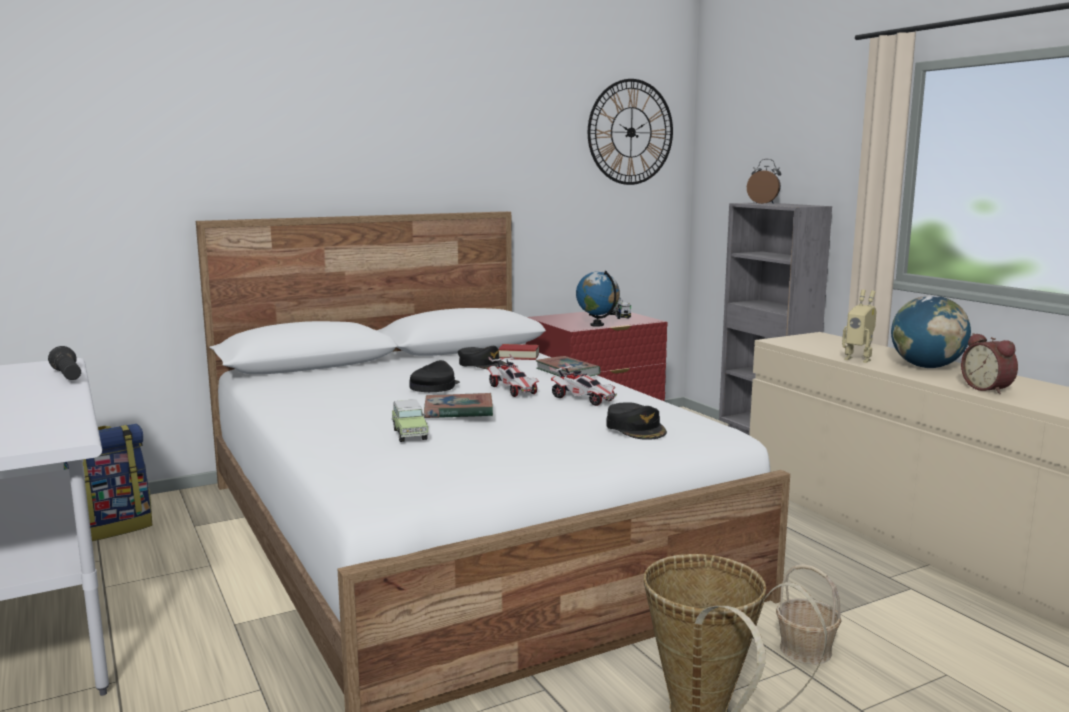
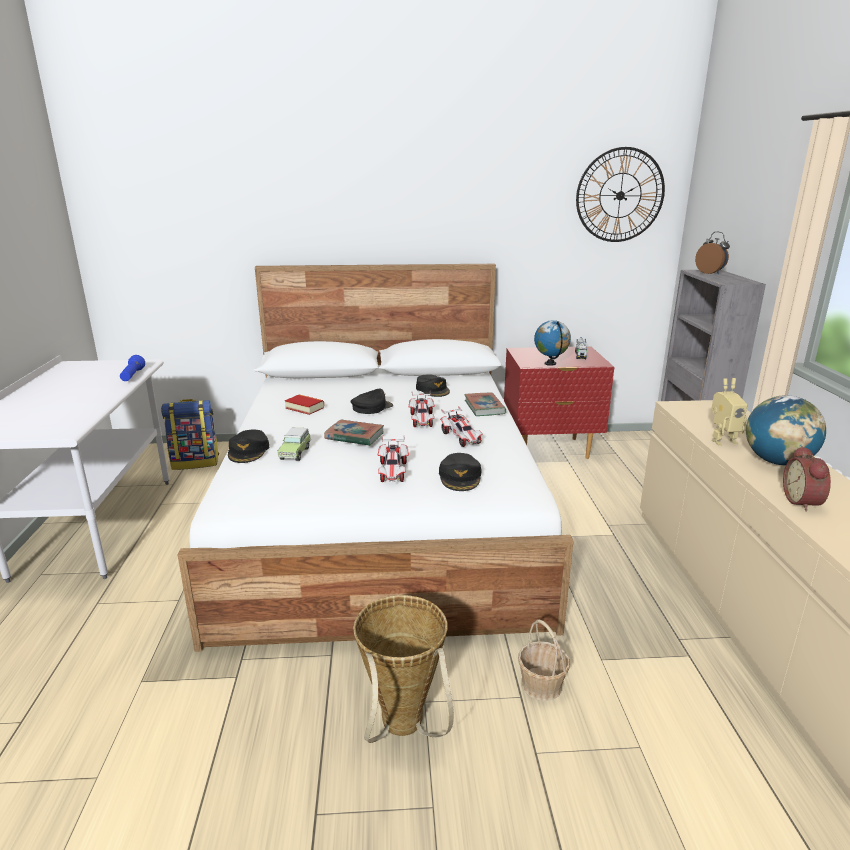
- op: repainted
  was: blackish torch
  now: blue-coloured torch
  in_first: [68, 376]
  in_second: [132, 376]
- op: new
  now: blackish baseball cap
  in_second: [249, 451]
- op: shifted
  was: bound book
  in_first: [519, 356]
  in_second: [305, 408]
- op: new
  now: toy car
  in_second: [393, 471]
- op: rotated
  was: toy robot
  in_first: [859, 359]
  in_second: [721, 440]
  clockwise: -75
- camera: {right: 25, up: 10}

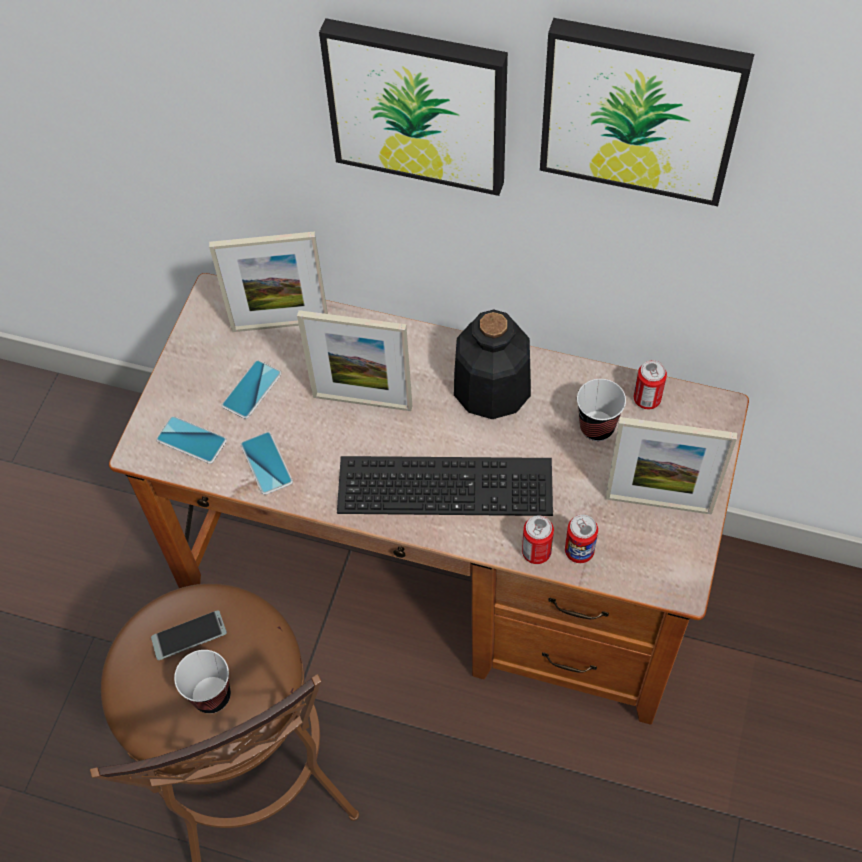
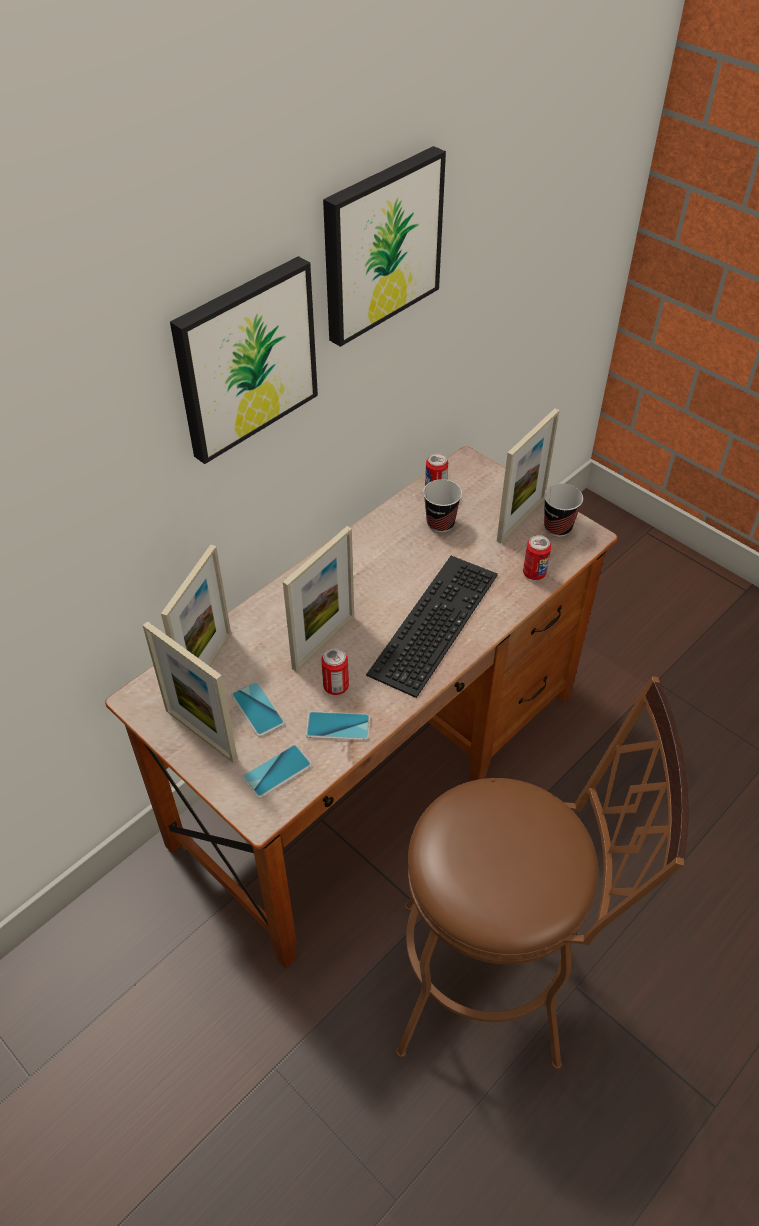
- op: new
  now: picture frame
  in_second: [201, 734]
- op: shifted
  was: metal can
  in_first: [536, 552]
  in_second: [336, 686]
- op: shifted
  was: small cup
  in_first: [211, 696]
  in_second: [557, 527]
- op: gone
  was: phone
  in_first: [190, 638]
- op: gone
  was: drink bottle
  in_first: [491, 387]
- camera: {right: -65, up: -10}

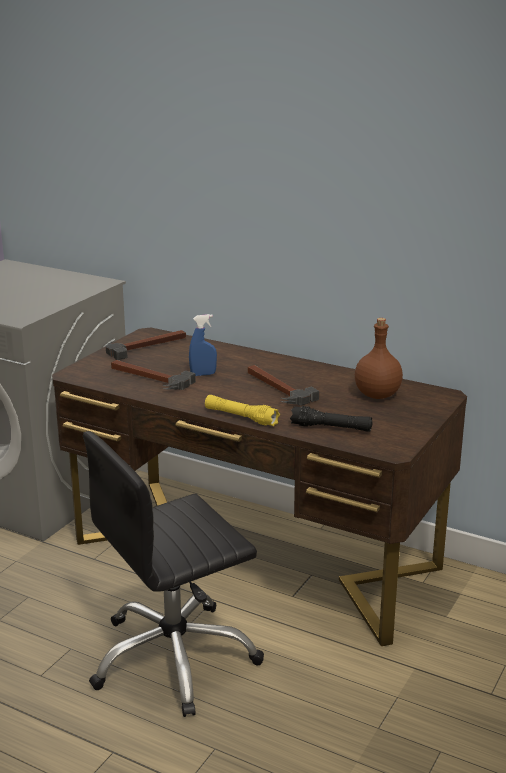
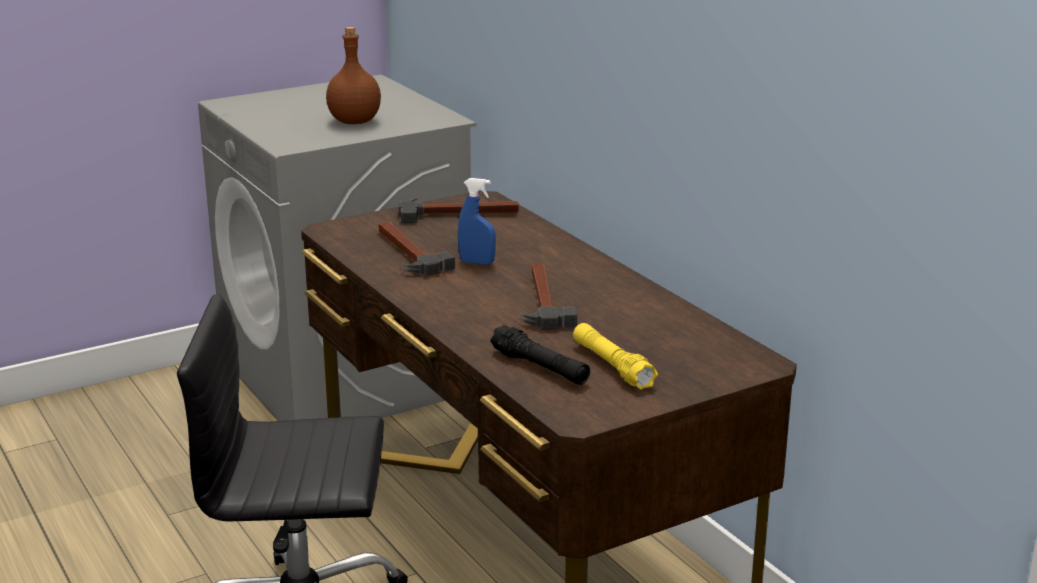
- op: shifted
  was: brown drink bottle
  in_first: [377, 395]
  in_second: [355, 121]
- op: shifted
  was: yellow torch
  in_first: [241, 417]
  in_second: [612, 366]
- camera: {right: 30, up: 0}

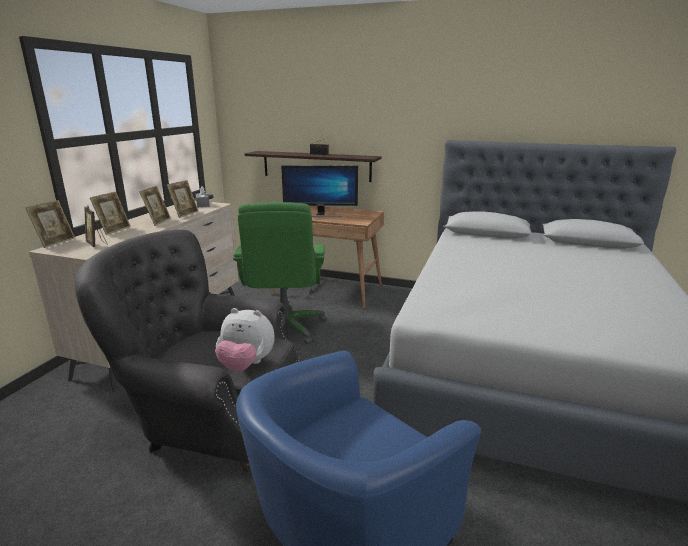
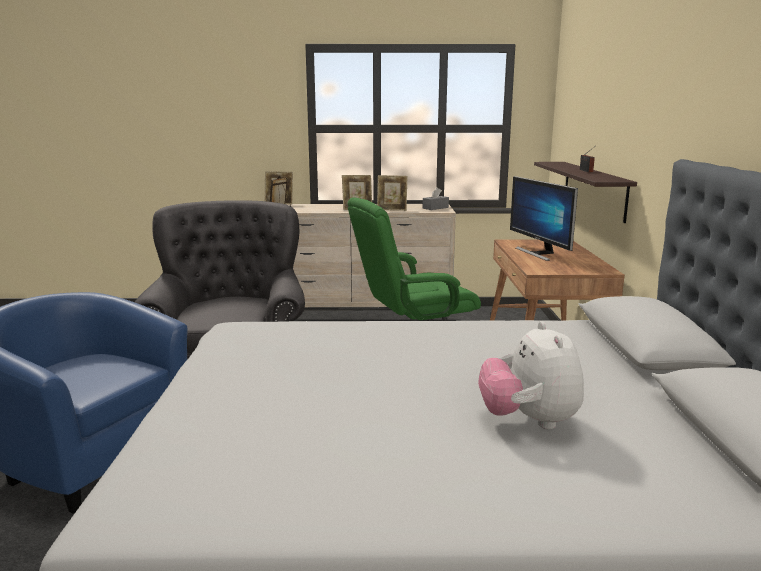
- op: shifted
  was: cuddly toy
  in_first: [246, 365]
  in_second: [529, 421]
- op: gone
  was: picture frame
  in_first: [114, 230]
- camera: {right: 70, up: -5}

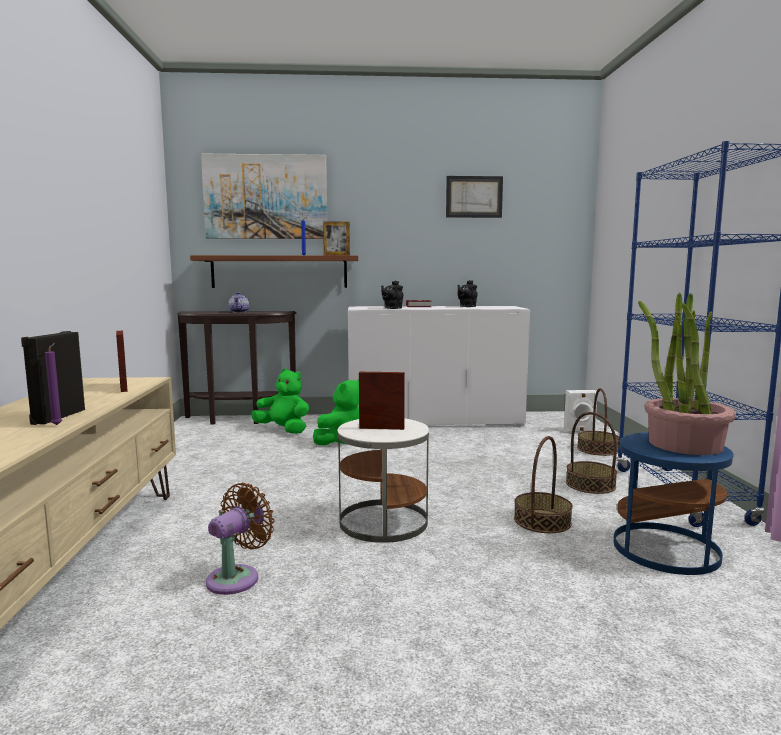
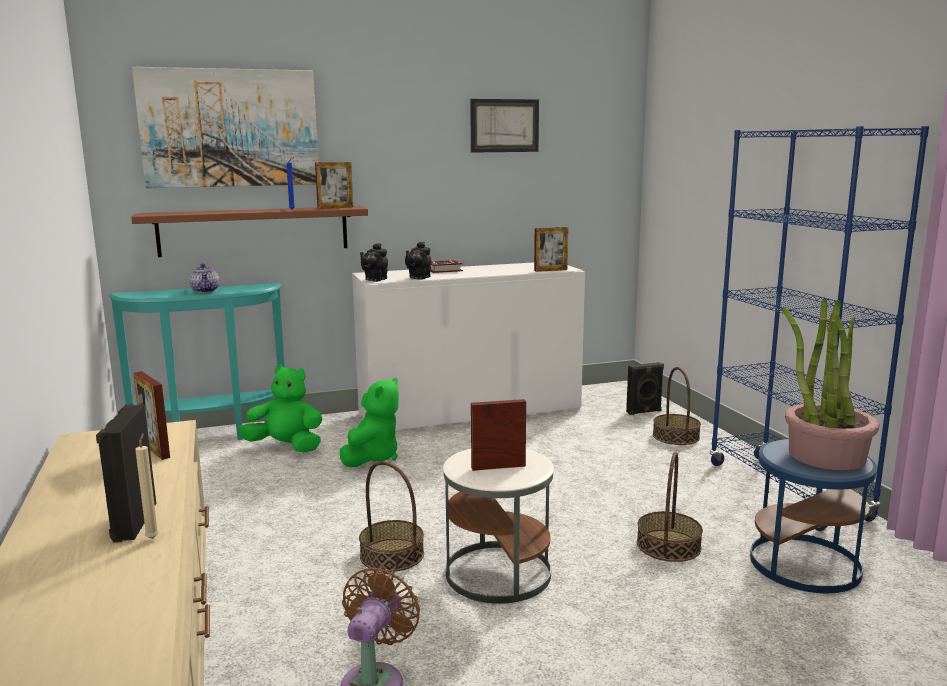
- op: repainted
  was: brown hall table
  now: turquoise hall table
  in_first: [238, 419]
  in_second: [211, 435]
- op: repainted
  was: purplish candle
  now: beige-coloured candle
  in_first: [58, 424]
  in_second: [153, 537]
- op: shifted
  was: storage basket
  in_first: [590, 485]
  in_second: [391, 555]
- op: shifted
  was: blackish teapot
  in_first: [467, 306]
  in_second: [374, 279]
- op: new
  now: picture frame
  in_second: [550, 270]
- op: repainted
  was: white-coloured speaker
  now: blackish speaker
  in_first: [579, 431]
  in_second: [644, 412]
- camera: {right: -15, up: 5}

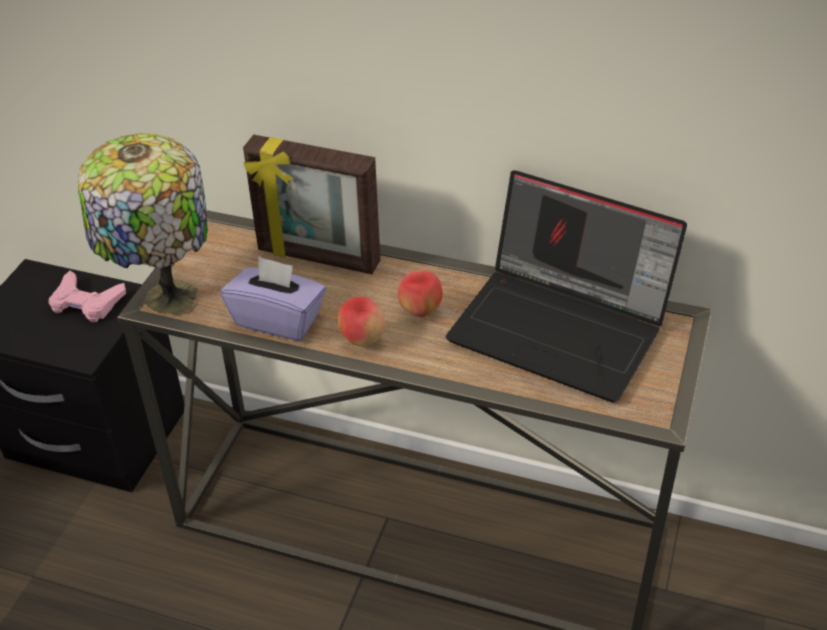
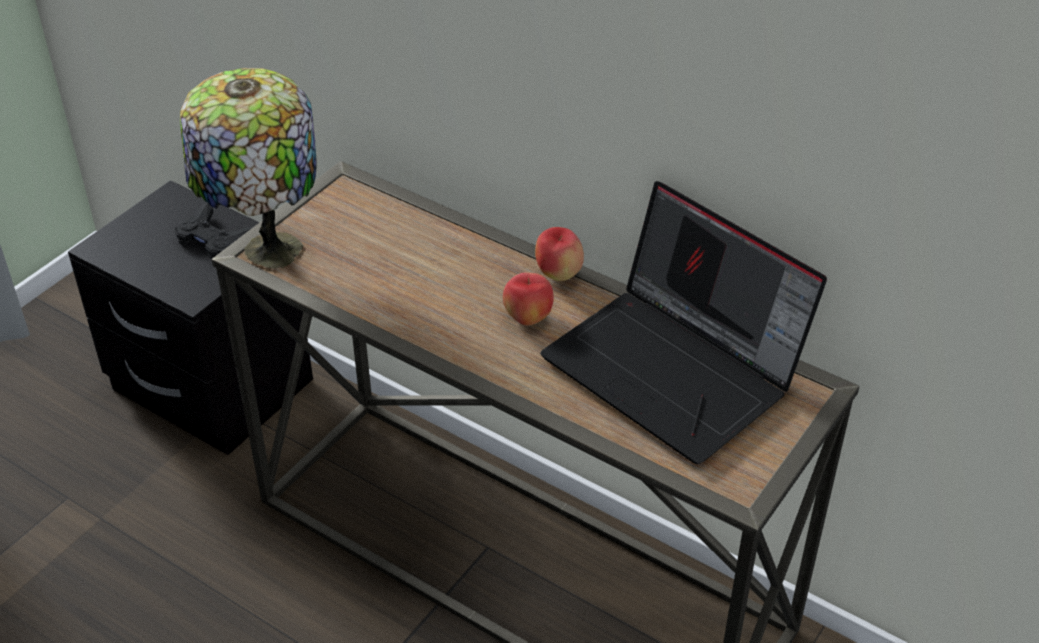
- op: repainted
  was: pink-coloured game controller
  now: blackish game controller
  in_first: [86, 302]
  in_second: [215, 239]
- op: shifted
  was: apple
  in_first: [362, 340]
  in_second: [558, 274]
- op: gone
  was: purplish tissue holder
  in_first: [278, 319]
- op: gone
  was: picture frame
  in_first: [318, 258]
- camera: {right: 15, up: 0}

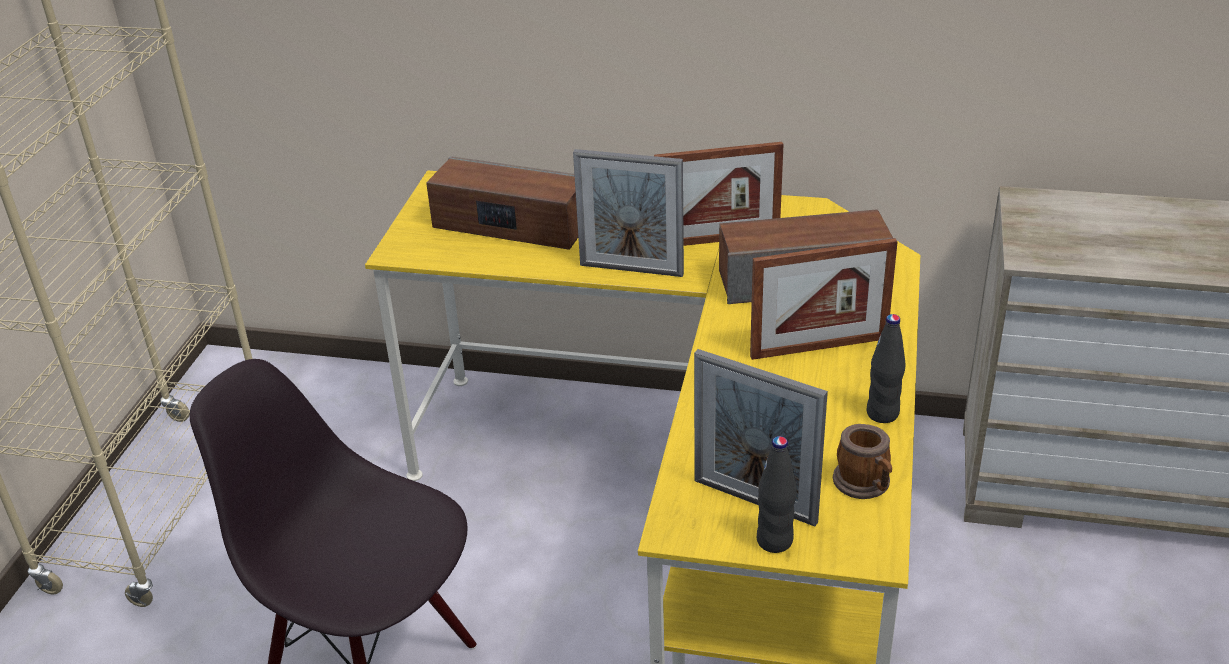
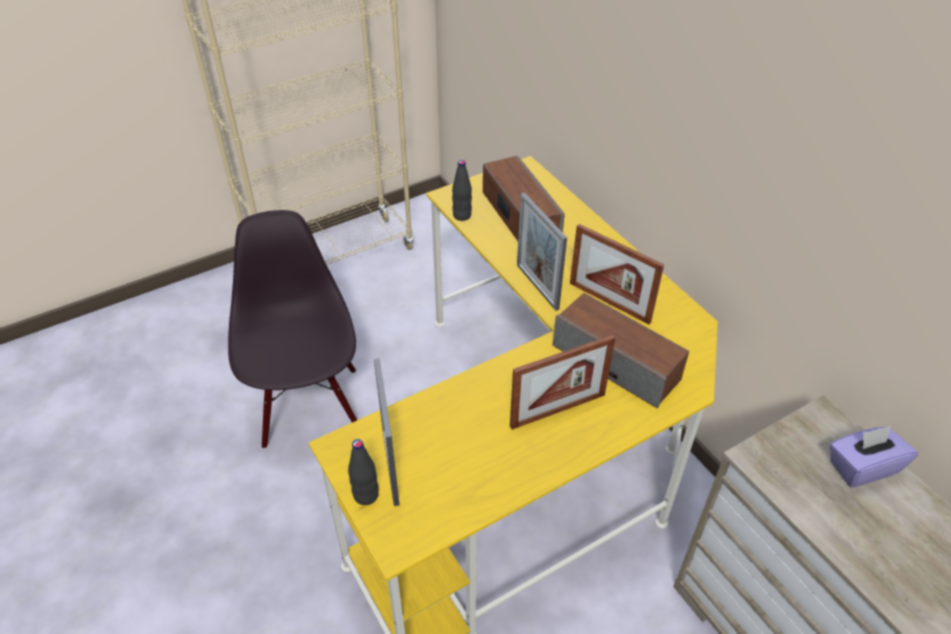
- op: shifted
  was: blackish drink bottle
  in_first: [882, 413]
  in_second: [462, 215]
- op: rotated
  was: picture frame
  in_first: [819, 347]
  in_second: [558, 410]
  clockwise: -60
- op: new
  now: purplish tissue holder
  in_second: [862, 467]
- op: gone
  was: tea mug
  in_first: [865, 485]
- camera: {right: 45, up: 10}

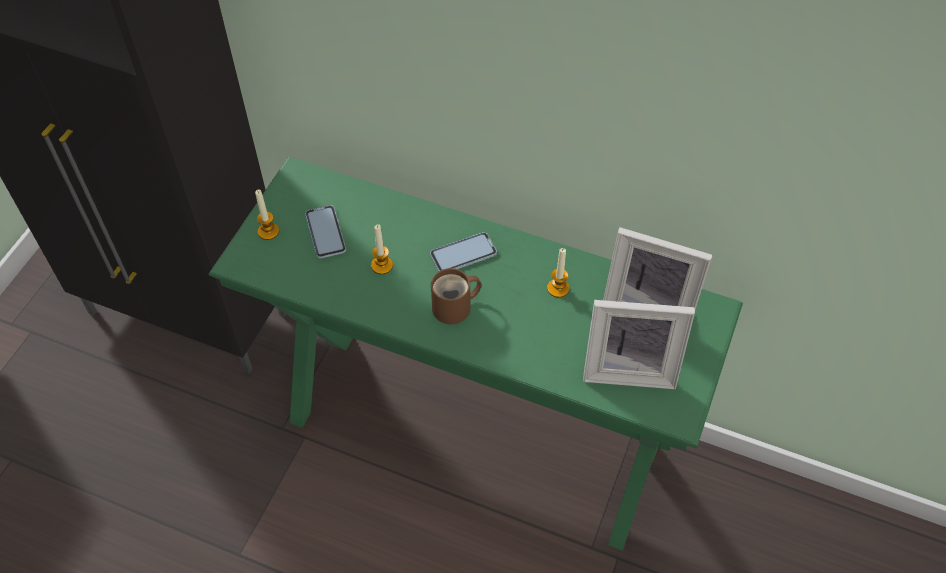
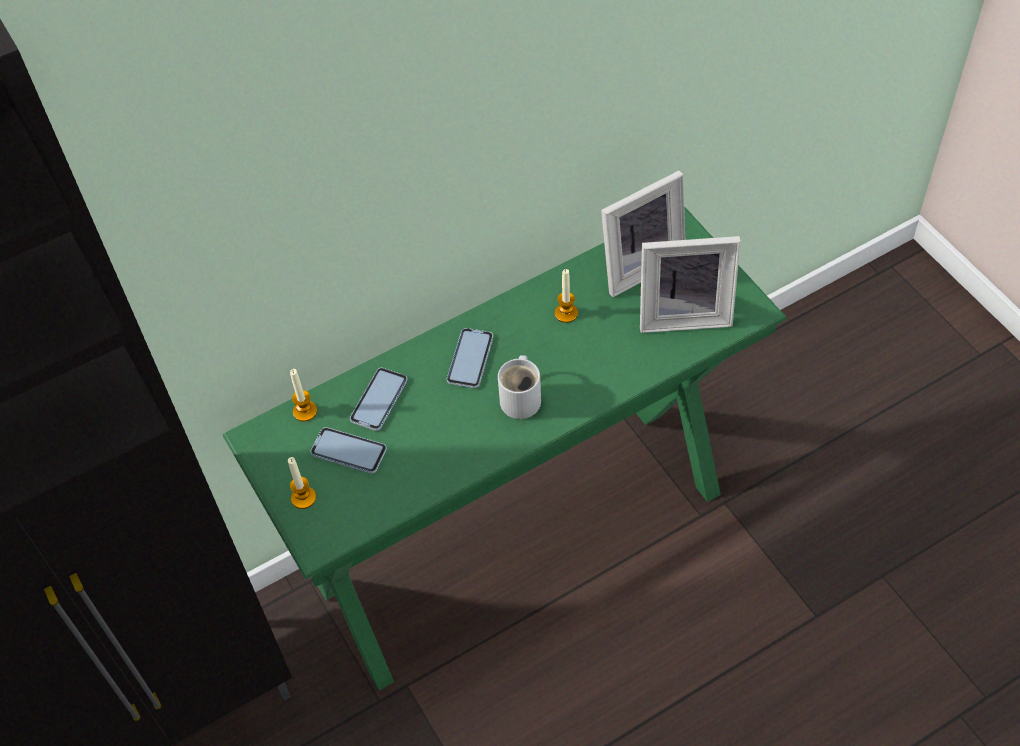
- op: shifted
  was: candle
  in_first: [382, 265]
  in_second: [305, 411]
- op: new
  now: phone
  in_second: [379, 400]
- op: repainted
  was: brown tea mug
  now: white-coloured tea mug
  in_first: [455, 308]
  in_second: [522, 398]
- op: rotated
  was: picture frame
  in_first: [629, 368]
  in_second: [683, 313]
  clockwise: 45
- camera: {right: -50, up: 0}

